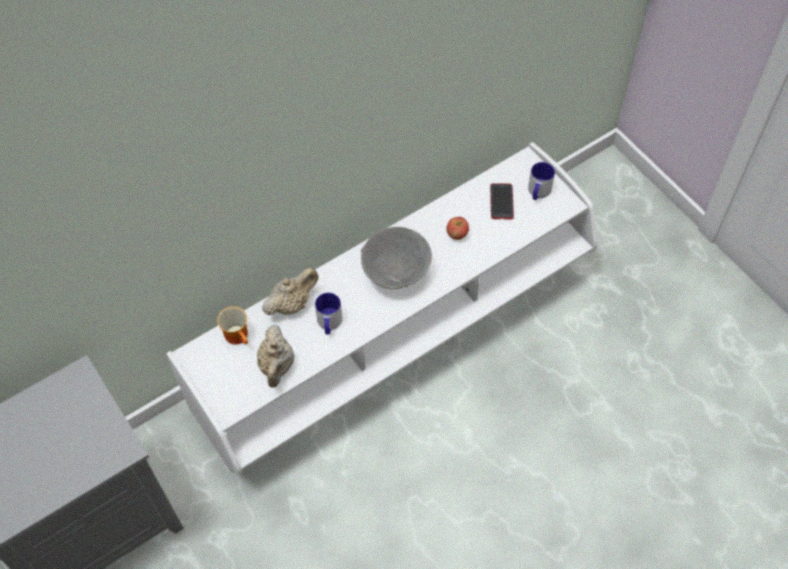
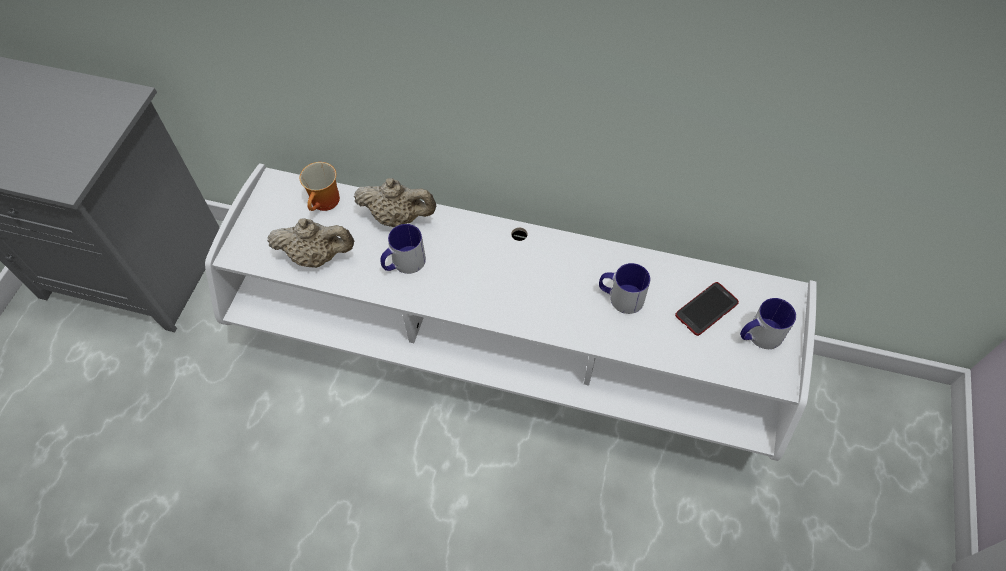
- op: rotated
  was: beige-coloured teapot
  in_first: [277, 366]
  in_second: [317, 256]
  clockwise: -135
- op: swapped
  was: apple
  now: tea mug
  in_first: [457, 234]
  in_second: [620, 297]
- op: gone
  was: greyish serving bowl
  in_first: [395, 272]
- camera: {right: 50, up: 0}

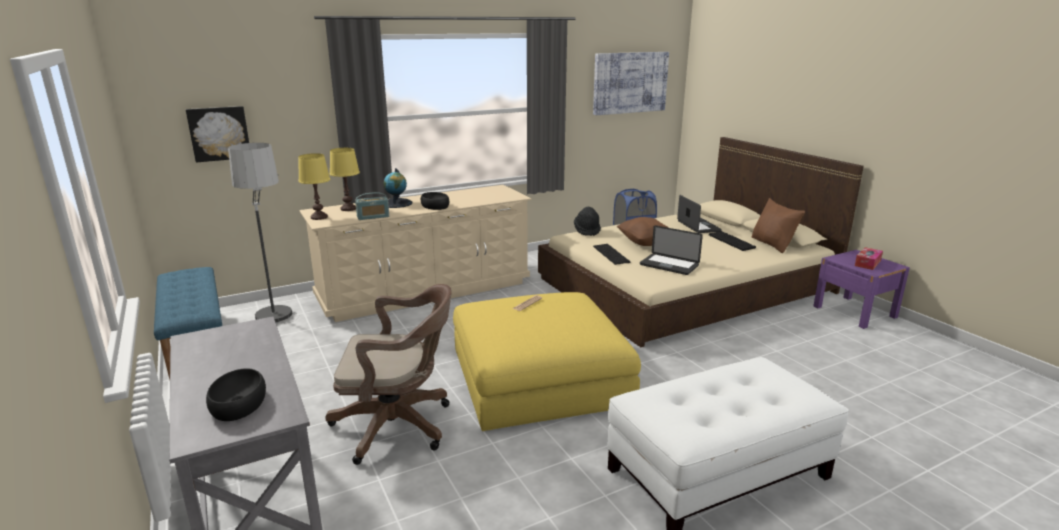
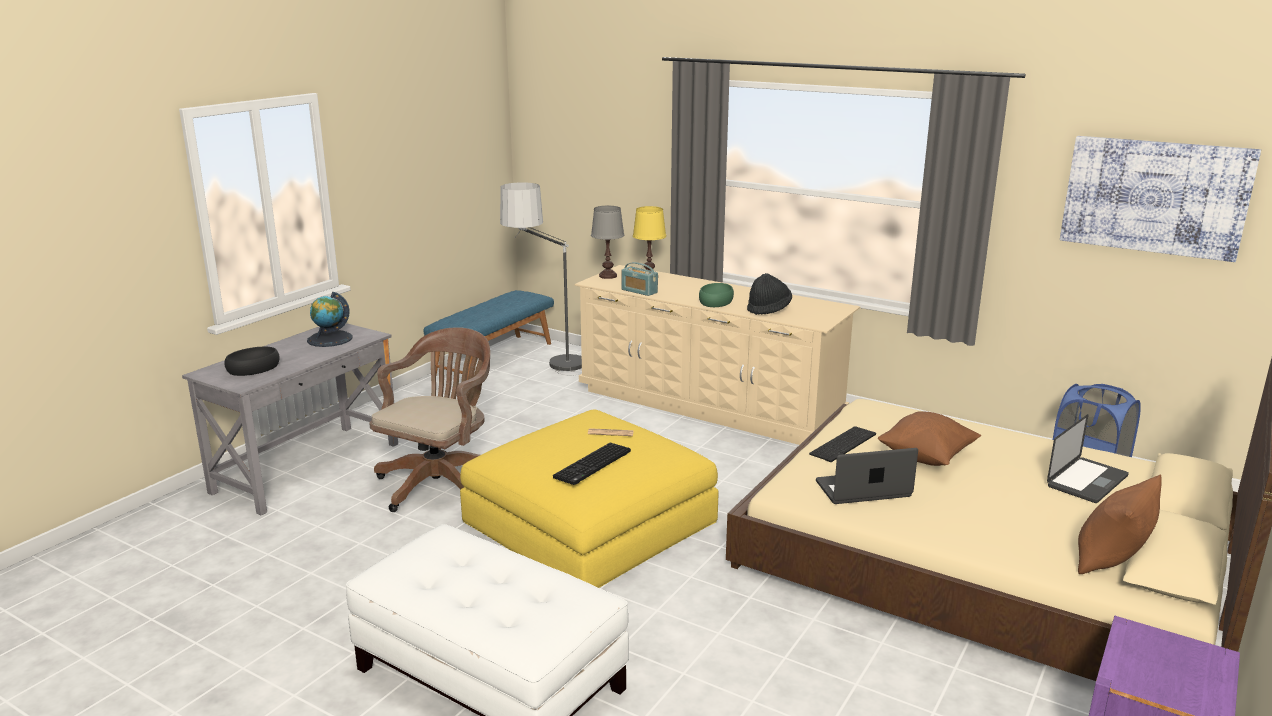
- op: shifted
  was: world globe
  in_first: [396, 203]
  in_second: [330, 339]
- op: rotated
  was: brown desk chair
  in_first: [399, 426]
  in_second: [441, 482]
  clockwise: -120
- op: shifted
  was: computer keyboard
  in_first: [732, 242]
  in_second: [593, 465]
- op: repainted
  was: yellow table lamp
  now: greyish table lamp
  in_first: [319, 217]
  in_second: [608, 276]
- op: repainted
  was: blackish serving bowl
  now: green-coloured serving bowl
  in_first: [435, 206]
  in_second: [716, 301]
- op: shifted
  was: blackish clothing hat
  in_first: [587, 231]
  in_second: [768, 309]
- op: rotated
  was: notebook computer
  in_first: [669, 265]
  in_second: [863, 489]
  clockwise: 75
- op: gone
  was: wall picture
  in_first: [219, 133]
- op: gone
  was: tissue holder
  in_first: [867, 263]
- camera: {right: 60, up: 0}

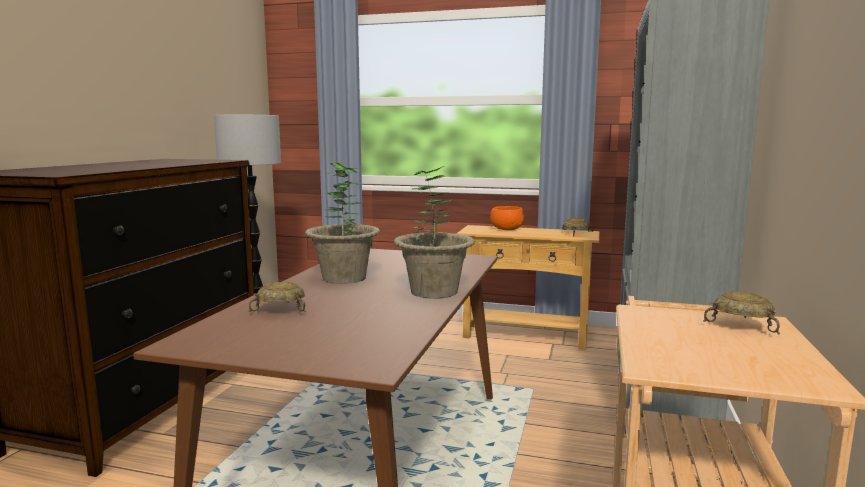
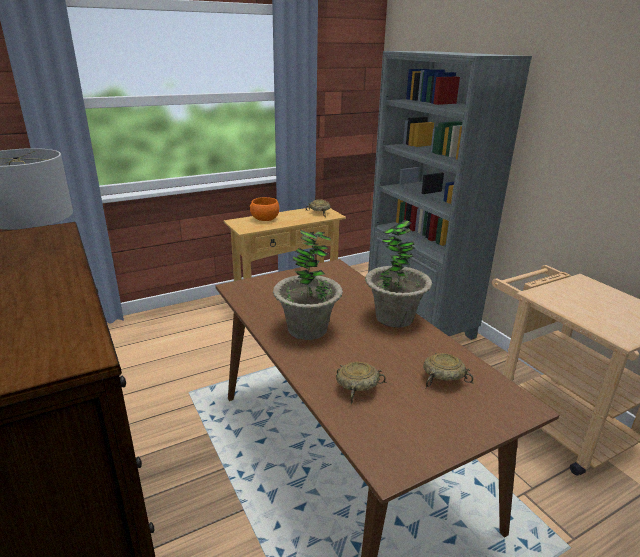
- op: shifted
  was: beige-coloured serving bowl
  in_first: [742, 326]
  in_second: [443, 379]
- camera: {right: -45, up: 15}

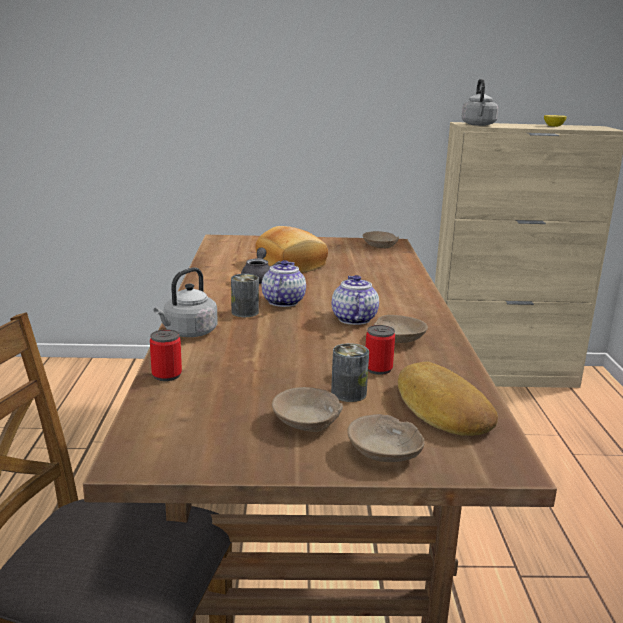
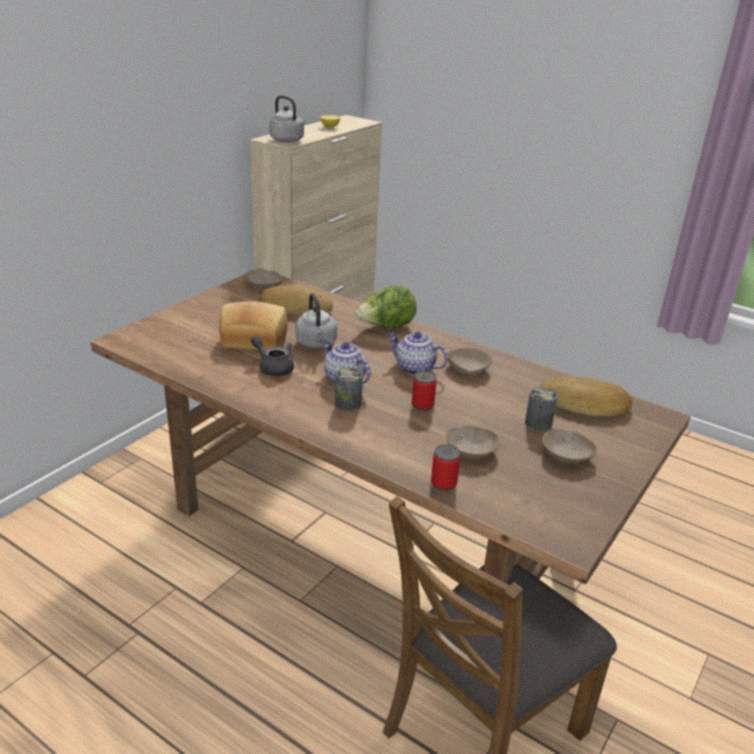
- op: new
  now: bakery bread
  in_second: [295, 308]
- op: shifted
  was: greyish tea kettle
  in_first: [188, 333]
  in_second: [316, 344]
- op: new
  now: lettuce
  in_second: [386, 327]
- op: shifted
  was: metal can
  in_first: [378, 369]
  in_second: [422, 405]
- op: shifted
  was: beige-coloured serving bowl
  in_first: [385, 451]
  in_second: [470, 450]
- camera: {right: -55, up: 10}

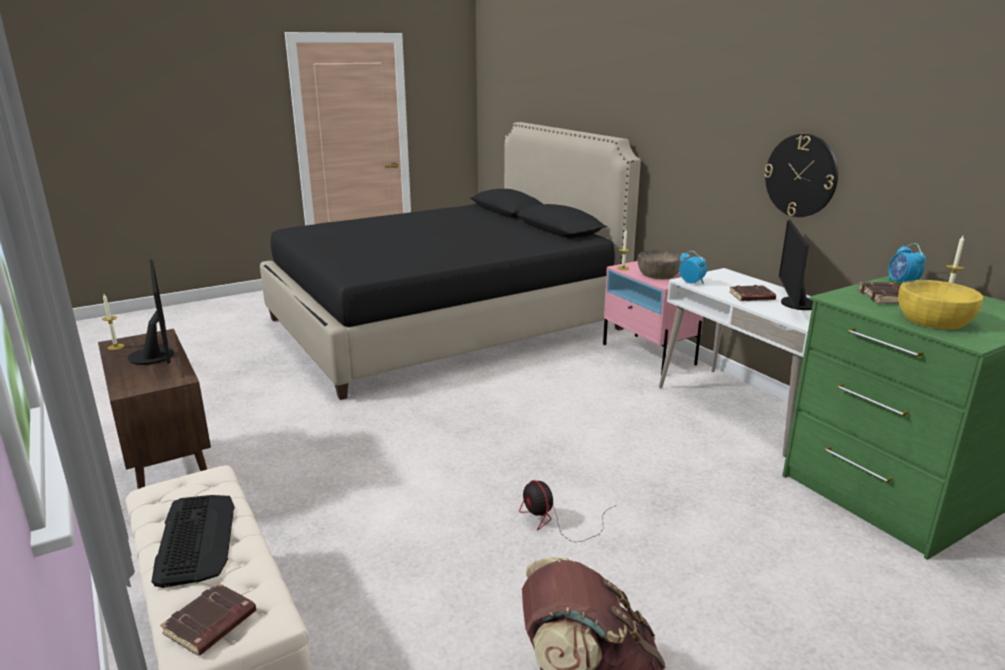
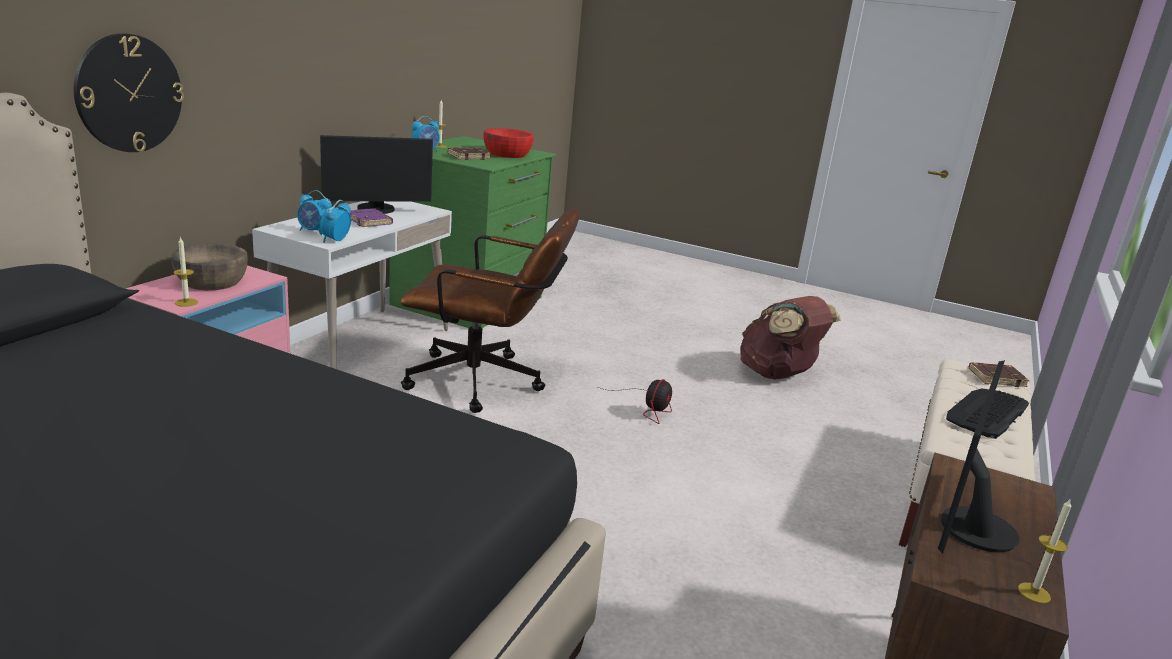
- op: shifted
  was: clock on the wall
  in_first: [801, 175]
  in_second: [129, 93]
- op: new
  now: table clock
  in_second: [314, 232]
- op: repainted
  was: brown bound book
  now: purplish bound book
  in_first: [751, 297]
  in_second: [370, 221]
- op: new
  now: brown desk chair
  in_second: [486, 383]
- op: repainted
  was: yellow serving bowl
  now: reddish serving bowl
  in_first: [933, 319]
  in_second: [507, 154]
- camera: {right: -125, up: 0}

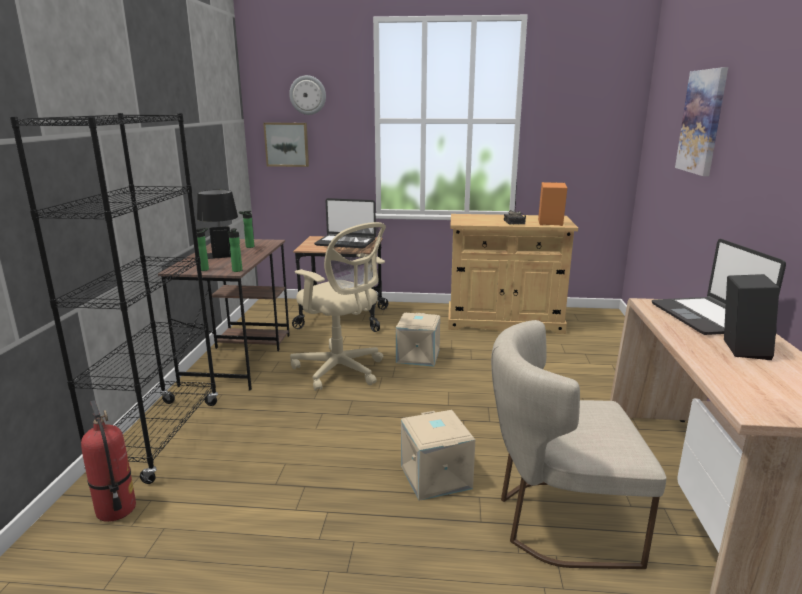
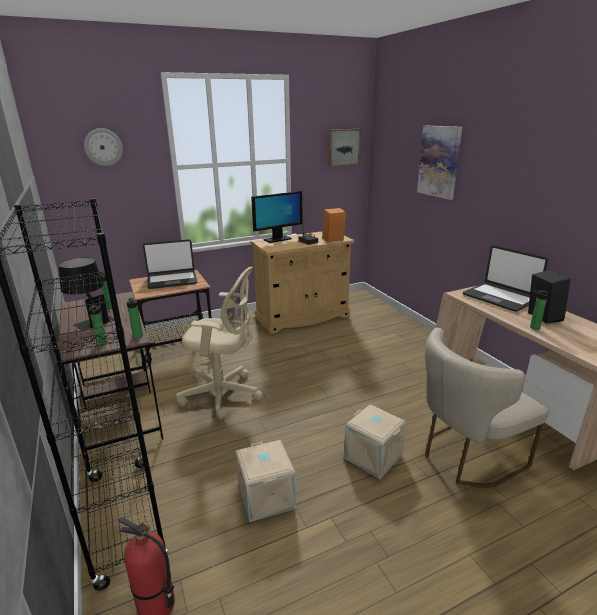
- op: shifted
  was: beige-coloured storage bin
  in_first: [419, 356]
  in_second: [267, 497]
- op: new
  now: computer screen
  in_second: [277, 239]
- op: shifted
  was: wall picture
  in_first: [287, 144]
  in_second: [343, 147]
- op: new
  now: drink bottle
  in_second: [533, 327]
- camera: {right: -30, up: 5}

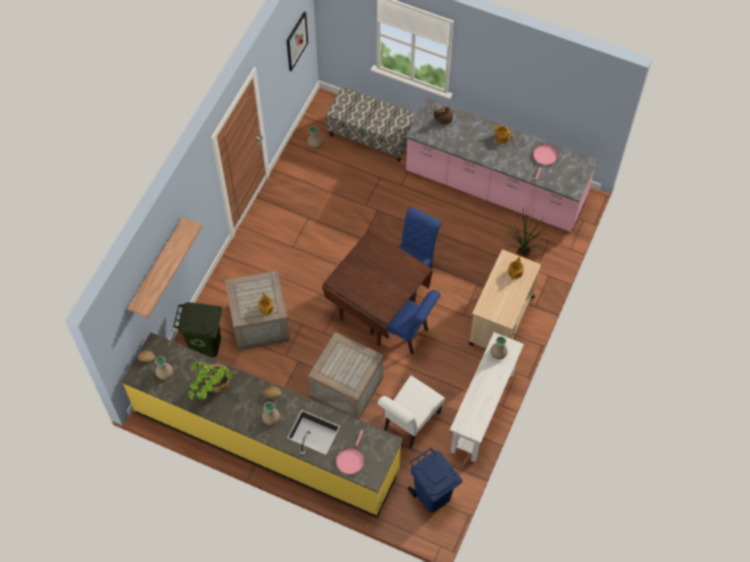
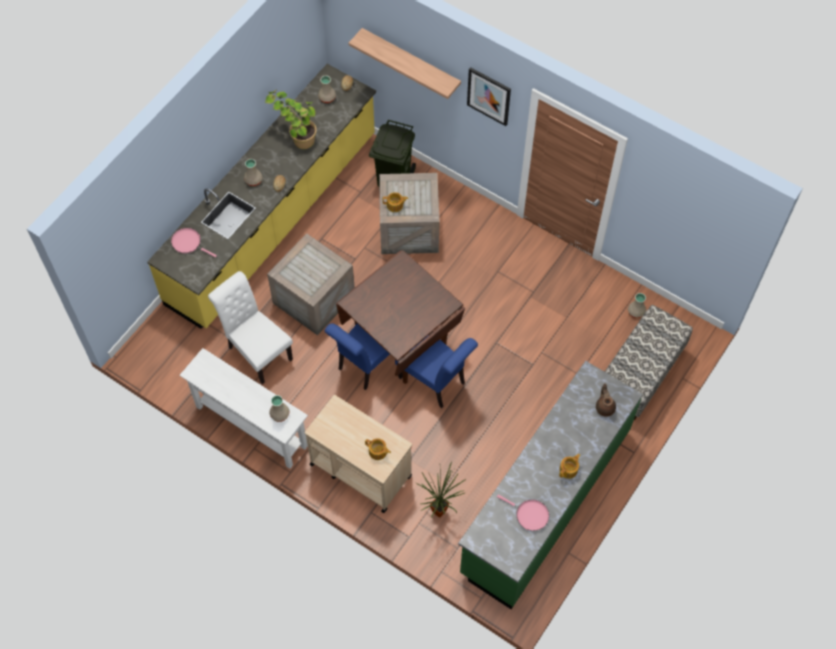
- op: repainted
  was: pink-coloured counter
  now: green-coloured counter
  in_first: [495, 188]
  in_second: [544, 501]
- op: shifted
  was: wall picture
  in_first: [296, 41]
  in_second: [489, 96]
- op: gone
  was: blue-coloured waste bin
  in_first: [432, 495]
- camera: {right: 100, up: 0}

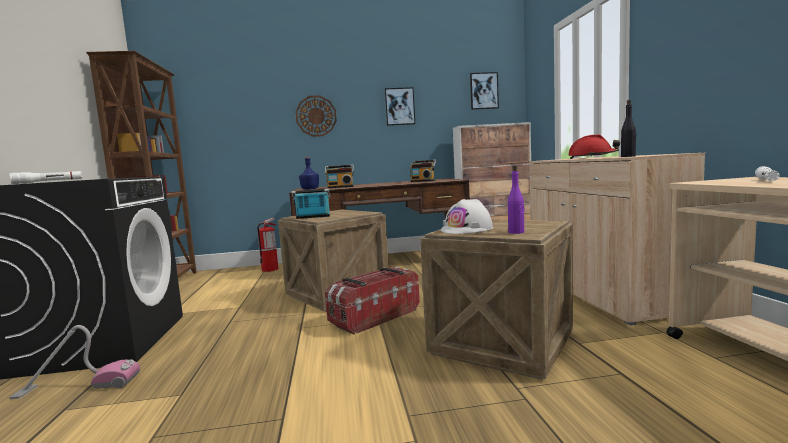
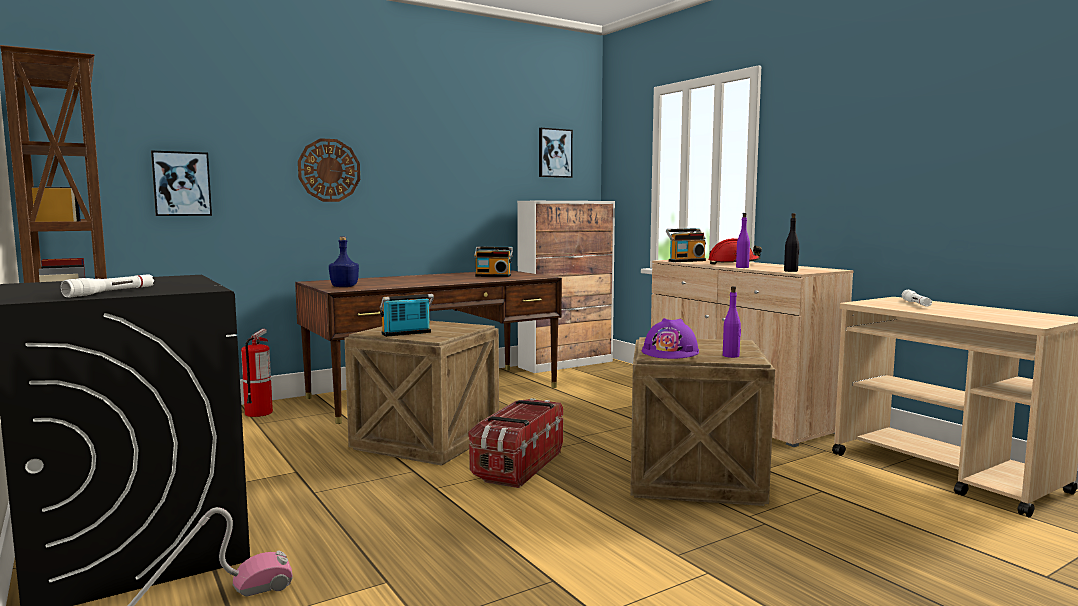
- op: shifted
  was: wall picture
  in_first: [399, 106]
  in_second: [181, 184]
- op: repainted
  was: white-coloured hard hat
  now: purplish hard hat
  in_first: [467, 229]
  in_second: [670, 352]
- op: shifted
  was: radio receiver
  in_first: [340, 187]
  in_second: [686, 261]
- op: new
  now: purplish drink bottle
  in_second: [742, 267]
- camera: {right: -25, up: 0}

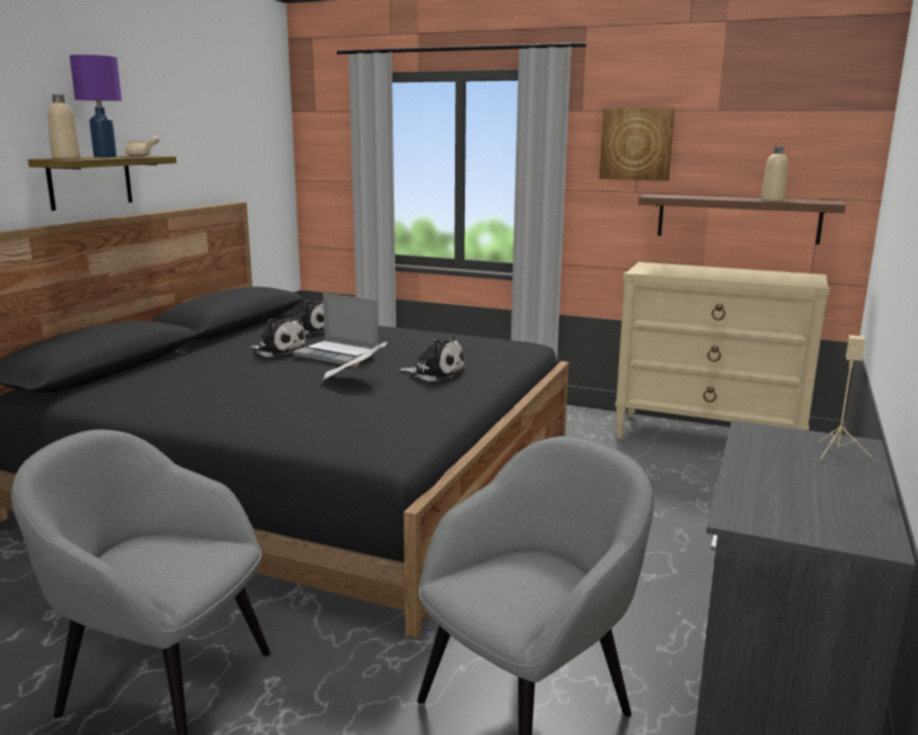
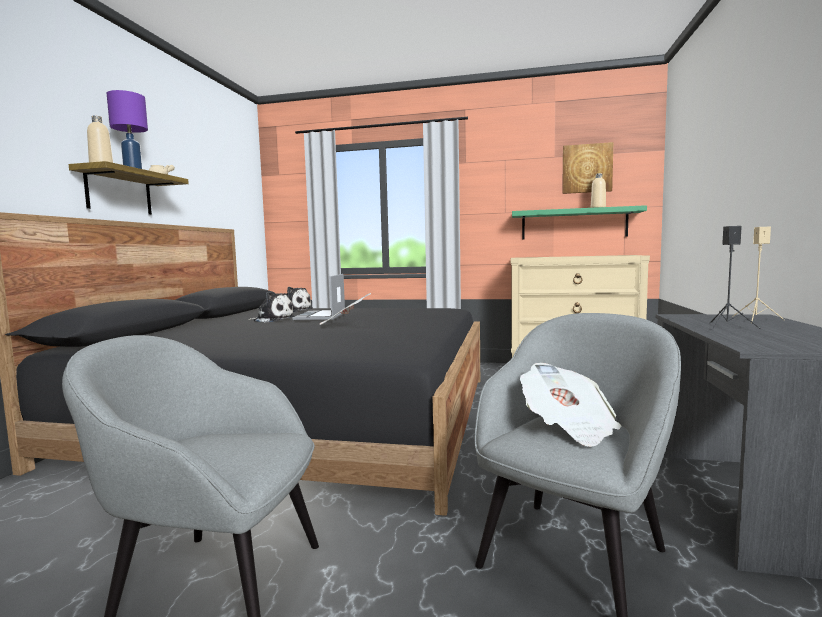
- op: rotated
  was: notebook computer
  in_first: [338, 354]
  in_second: [321, 317]
  clockwise: 75
- op: repainted
  was: brown bracket shelf
  now: green-coloured bracket shelf
  in_first: [738, 218]
  in_second: [574, 224]
- op: new
  now: printed paper
  in_second: [568, 427]
- op: shifted
  was: wall picture
  in_first: [636, 144]
  in_second: [587, 168]
- op: new
  now: blackish speaker
  in_second: [727, 327]
- op: gone
  was: cuddly toy
  in_first: [435, 373]
- camera: {right: -10, up: -10}

